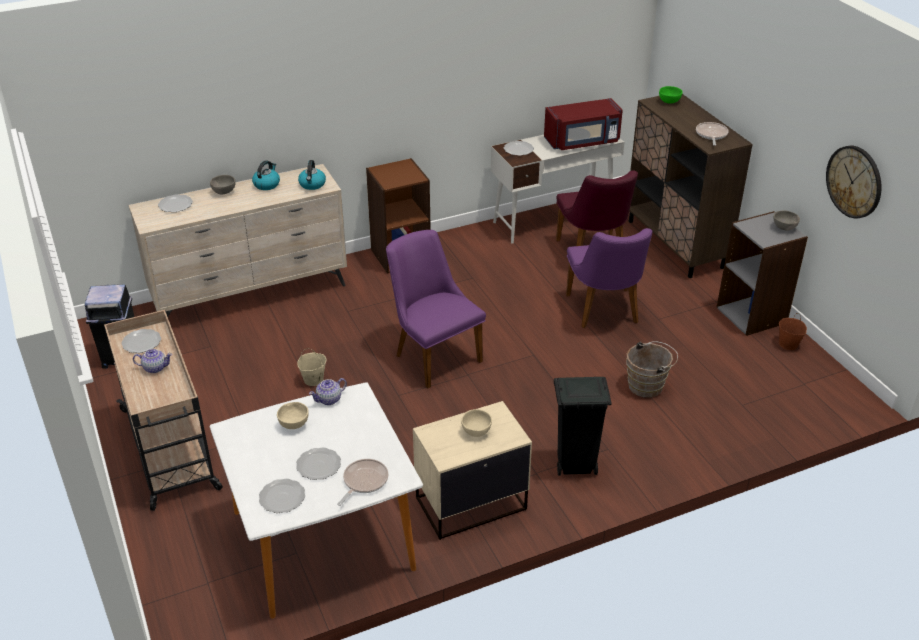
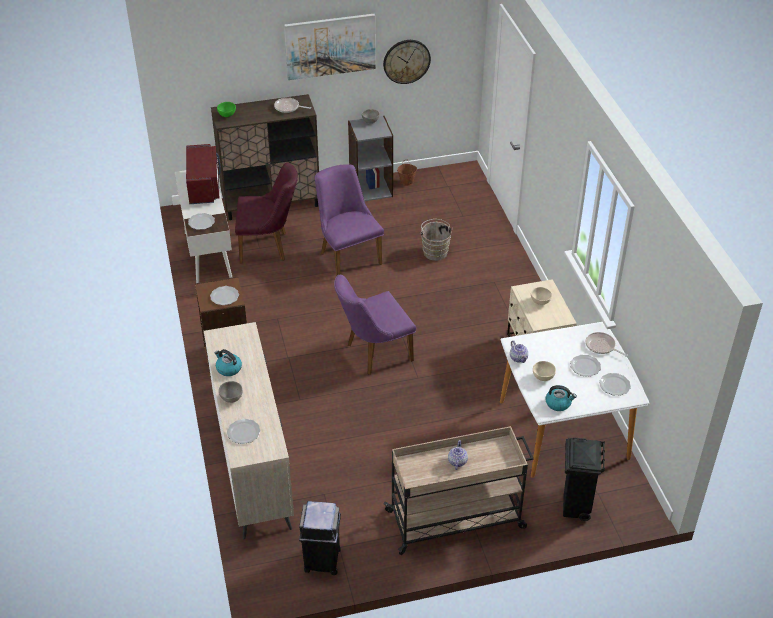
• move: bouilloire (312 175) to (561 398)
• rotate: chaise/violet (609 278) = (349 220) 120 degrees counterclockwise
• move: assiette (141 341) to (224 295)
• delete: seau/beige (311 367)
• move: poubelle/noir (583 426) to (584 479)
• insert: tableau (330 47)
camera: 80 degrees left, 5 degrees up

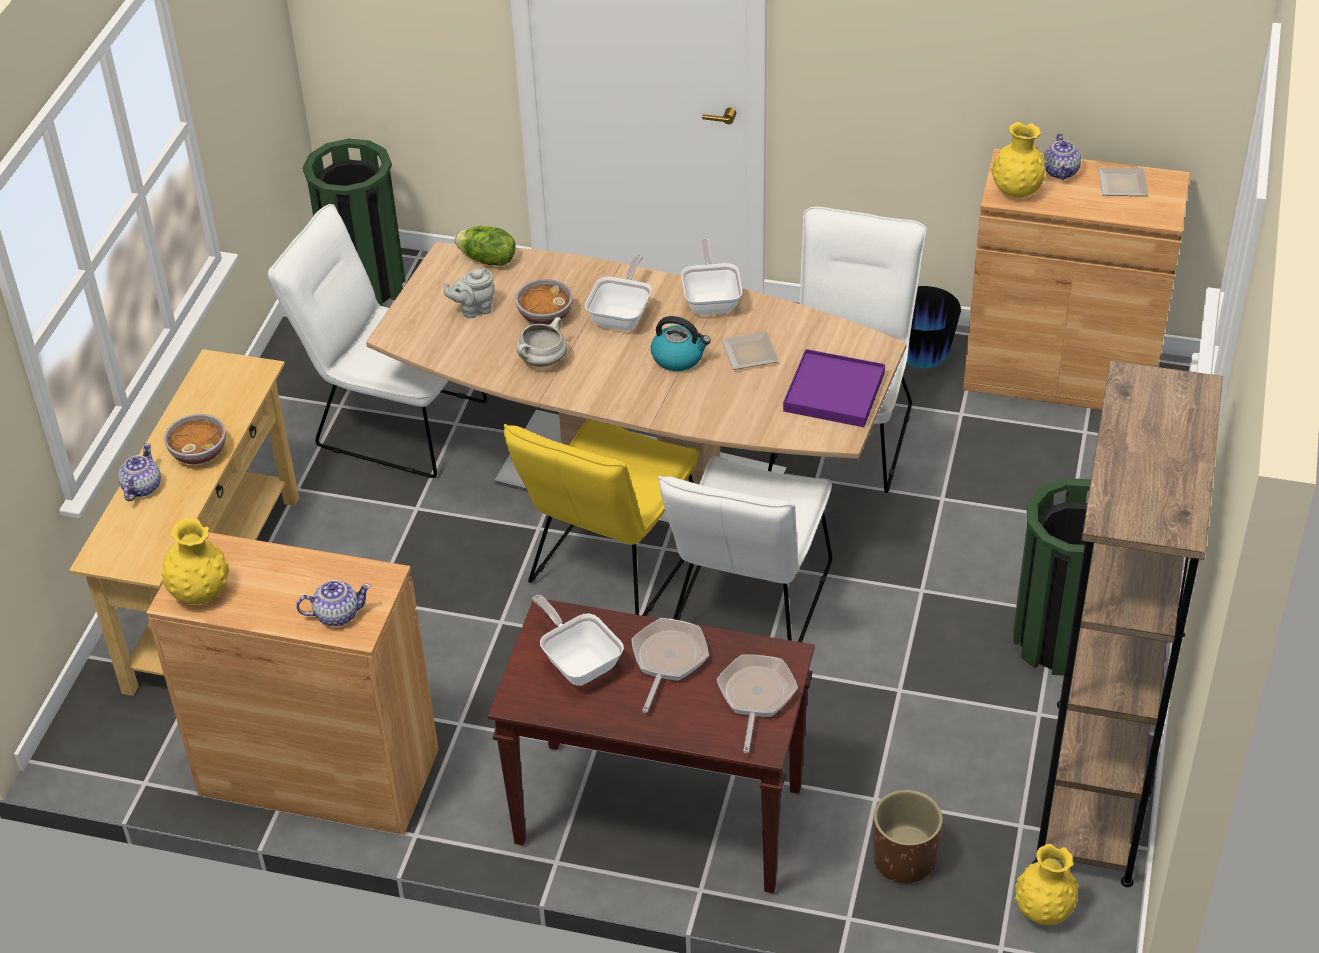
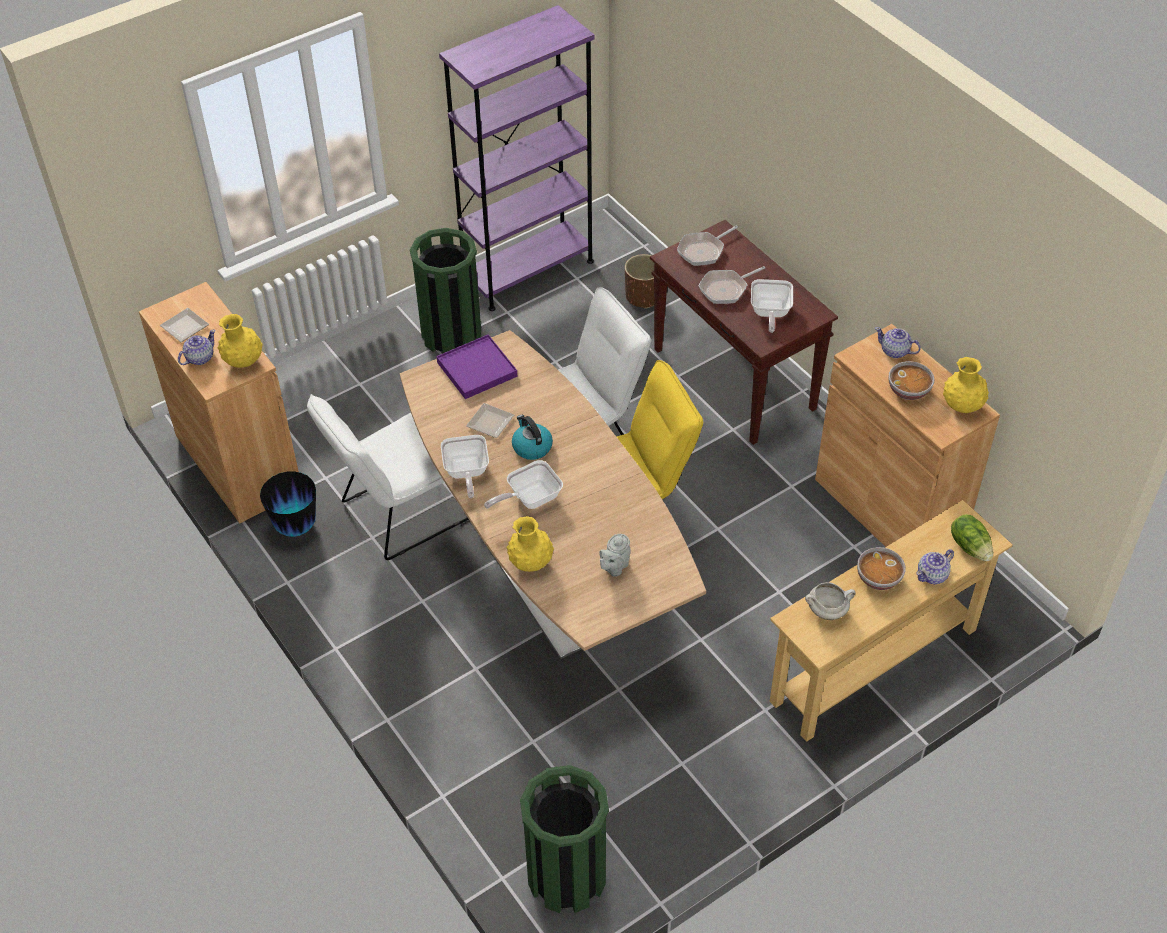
• delete: chaise/blanc (377 341)
• move: laitue (485 246) to (972 538)
• rotate: poêle (711 277) = (465 466) 45 degrees counterclockwise
• rotate: théière/gris (469 293) = (615 555) 105 degrees clockwise
• move: bol (544 302) to (911 380)
• move: marmite/blanc (541 342) to (830 601)
• recolor: bibliothèque/marron (1127 623) to bibliothèque/violet (517 158)
• move: vase/jaune (1047 884) to (530 544)
camera: 140 degrees left, 5 degrees up

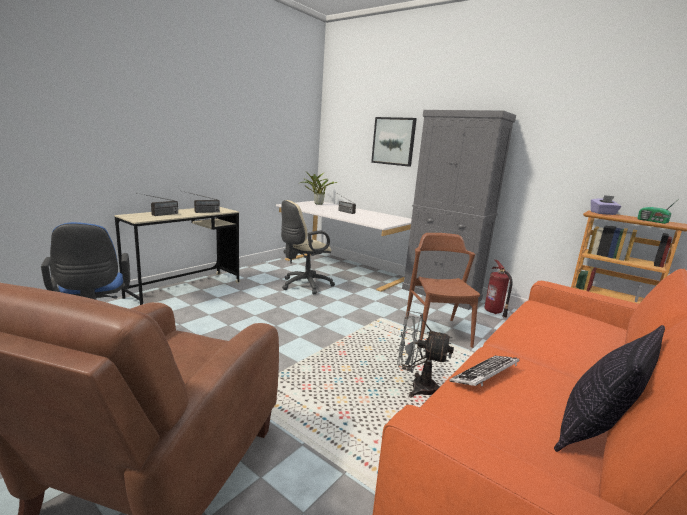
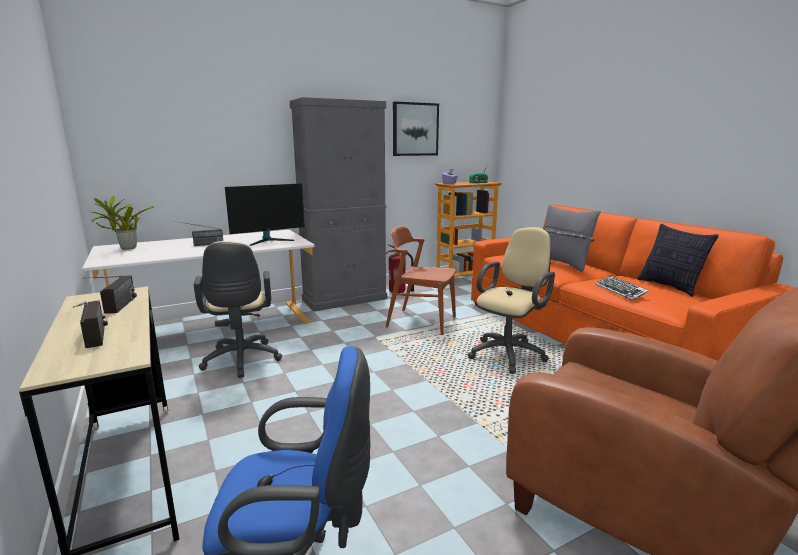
• move: tableau (394 142) to (416 128)
• replace: ventilateur/gris (425 354) to chaise de bureau/beige (511 300)
• insert: écran d'ordinateur (265 214)
• insert: coussin/gris (571 238)
camera: 65 degrees left, 0 degrees up

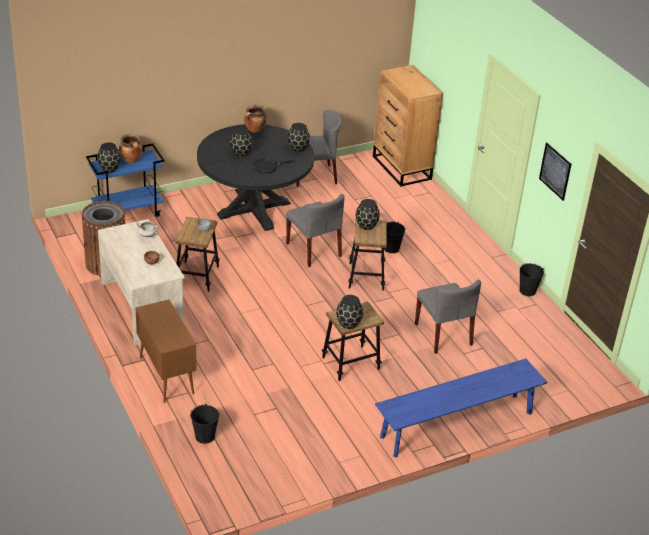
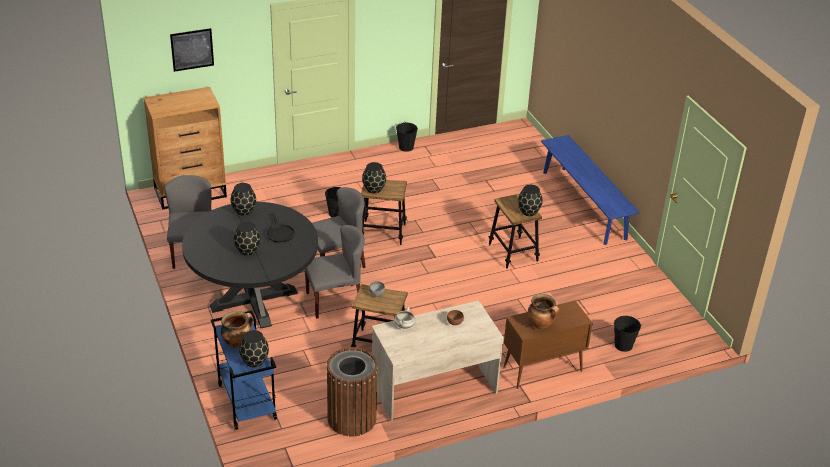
• move: marmite (255 119) to (543 311)
• move: tableau (555 171) to (192 50)
• move: chaise/gris (448 317) to (335 272)
camera: 85 degrees left, 0 degrees up

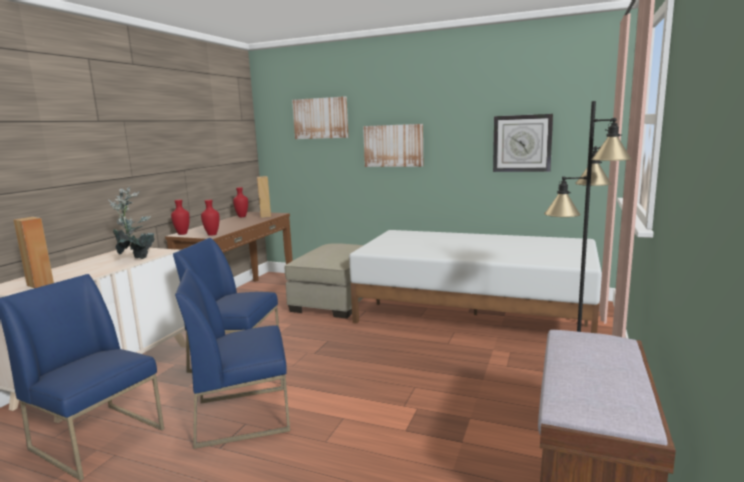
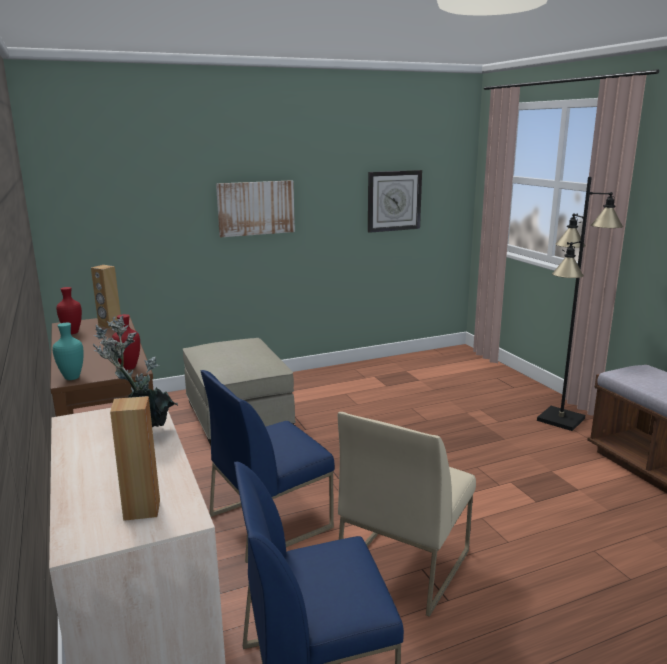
• delete: tableau (320 117)
• recolor: vase/rouge (180 217) to vase/turquoise (68 351)
• delete: lit/blanc (475 281)
• recolor: chaise/bleu (232 359) to chaise/beige (407 514)
camera: 45 degrees left, 5 degrees up

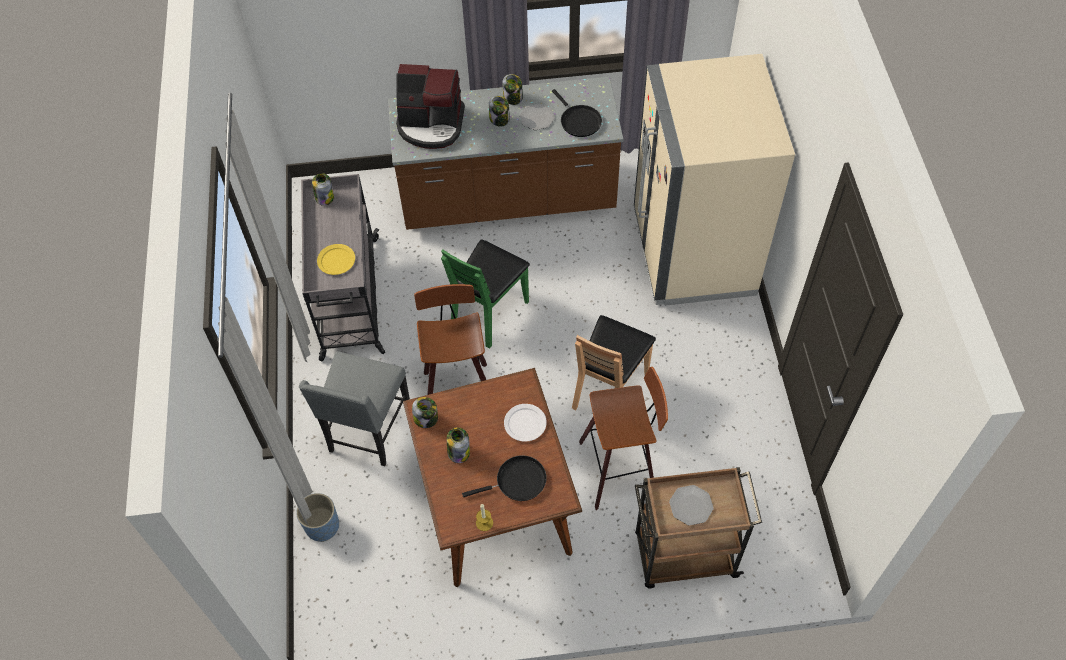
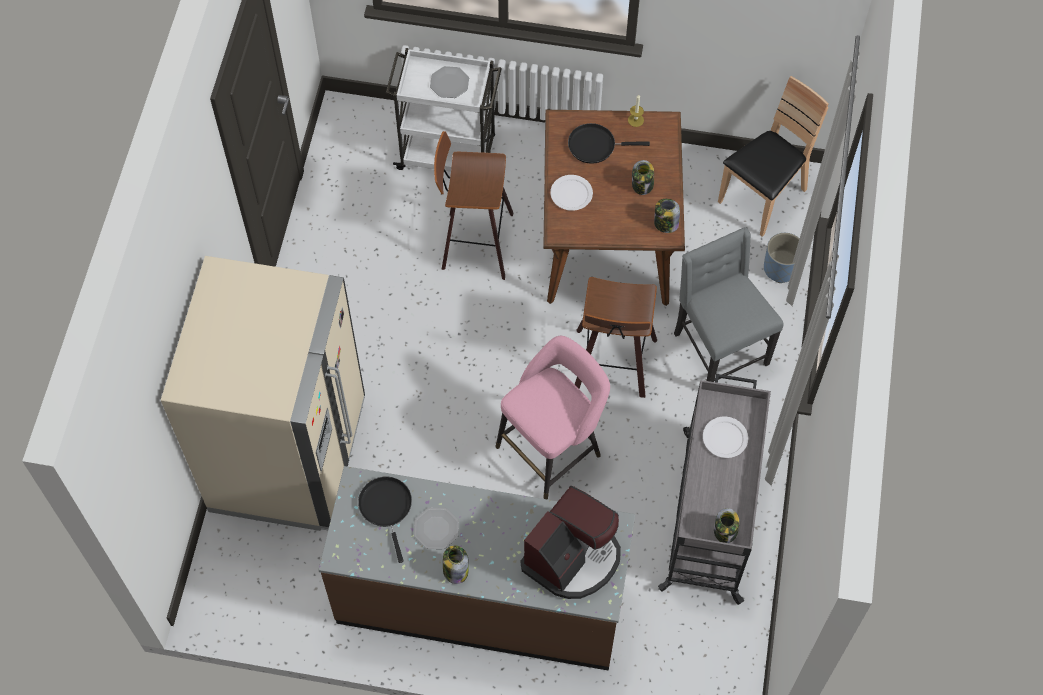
• rotate: machine à café (430 106) = (570 542) 105 degrees clockwise
• delete: bocal (499 111)
• replace: chaise/vert (485 293) to tabouret/rose (552 417)
• recolor: assiette/jaune (336 259) to assiette/blanc (725 437)
• move: chaise/marron (614 363) to (773 156)
• rotate: chaise/gris (354 408) = (729 304) 60 degrees counterclockwise
• recolor: chariot/marron (698 527) to chariot/blanc (444 110)
camera: 165 degrees left, 5 degrees up

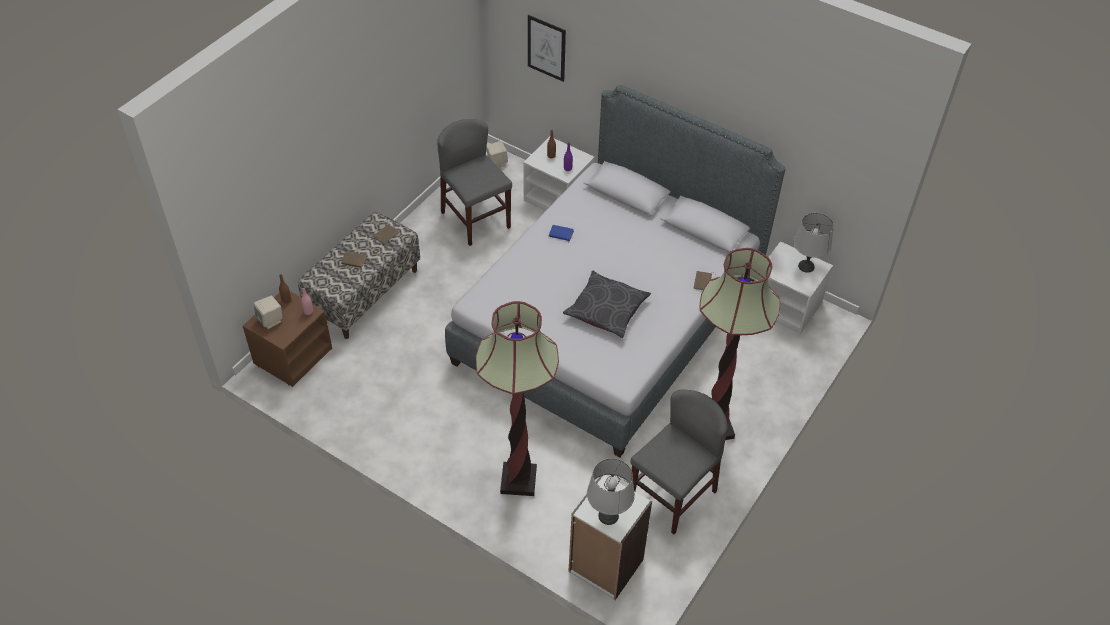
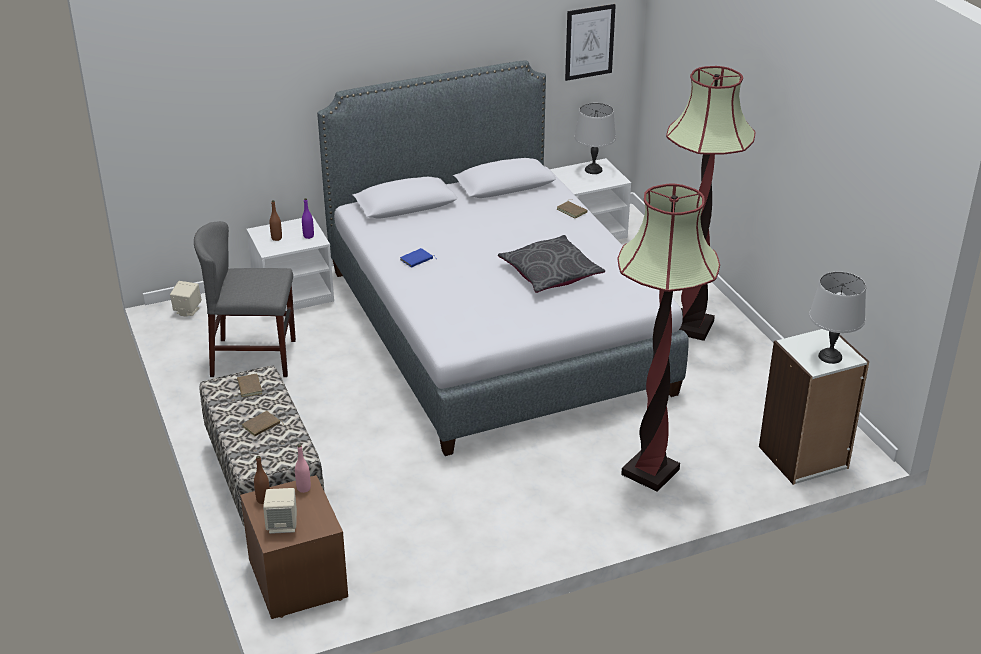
• move: tableau (547 48) to (590 42)
• delete: chaise/gris (679 462)
camera: 55 degrees left, 15 degrees down

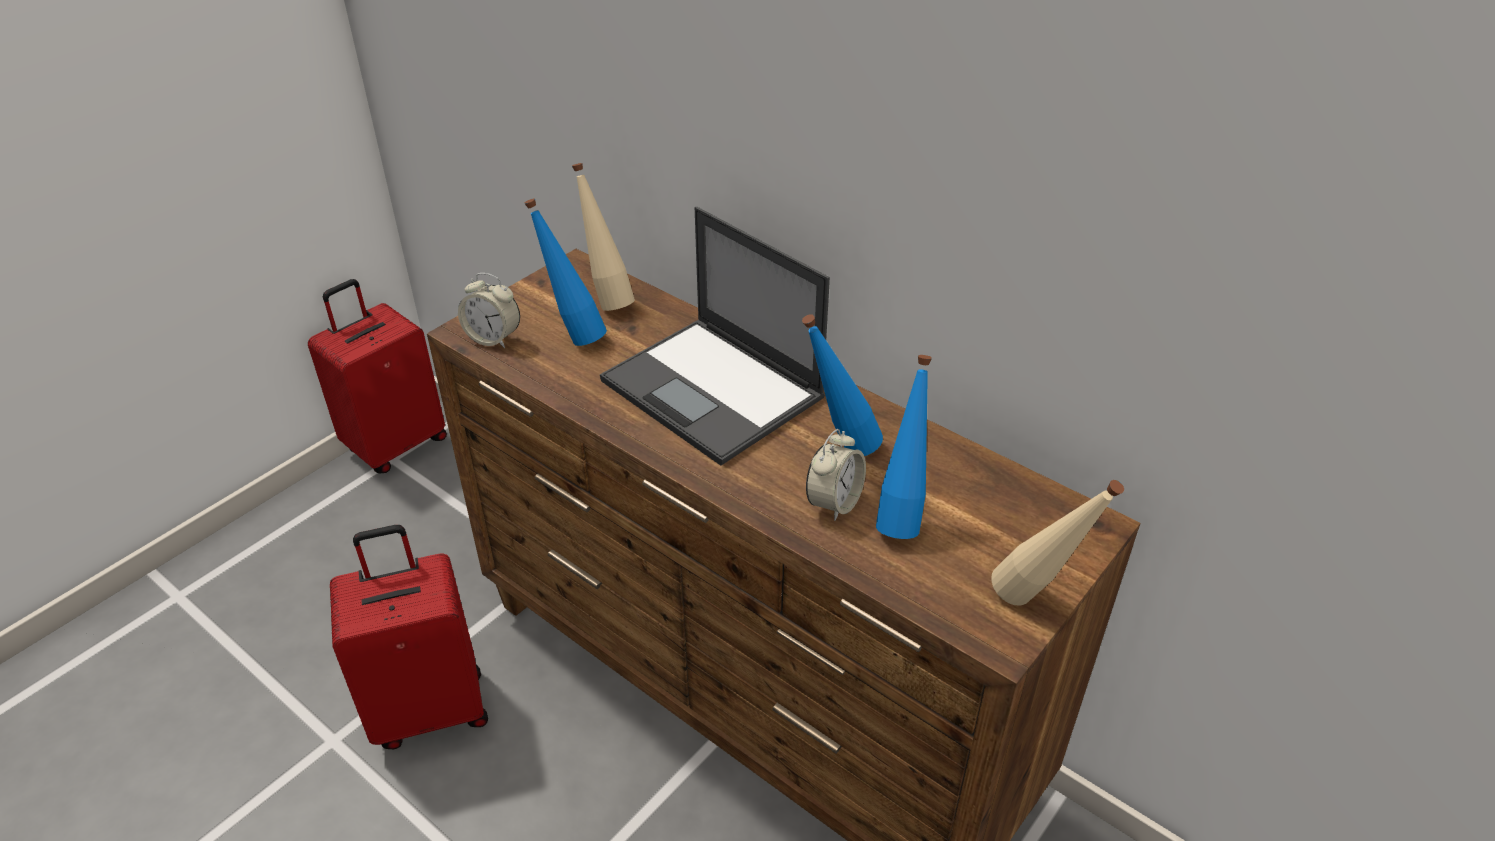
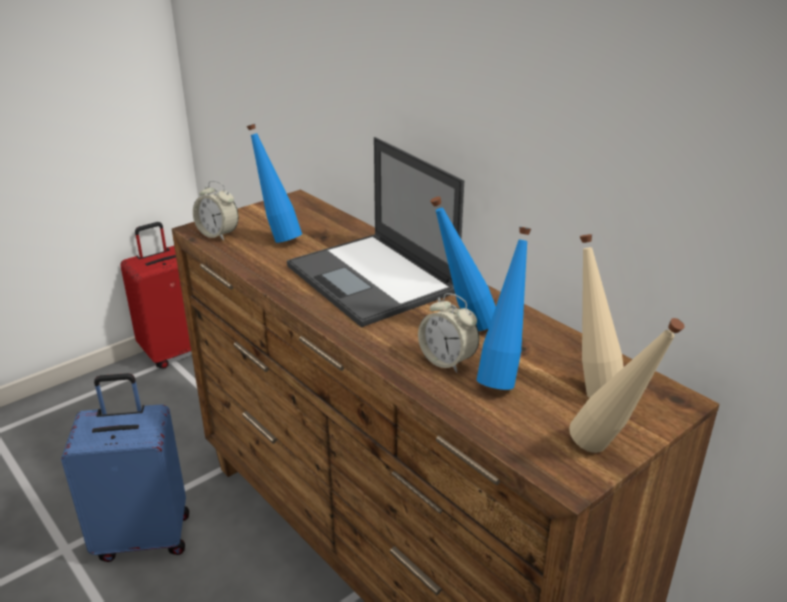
• move: bouteille/beige (603 237) to (602 316)
• rotate: réveil (836 475) = (448 333) 90 degrees clockwise
• recolor: valise/rouge (409 637) to valise/bleu (125 467)
camera: 10 degrees right, 10 degrees down

